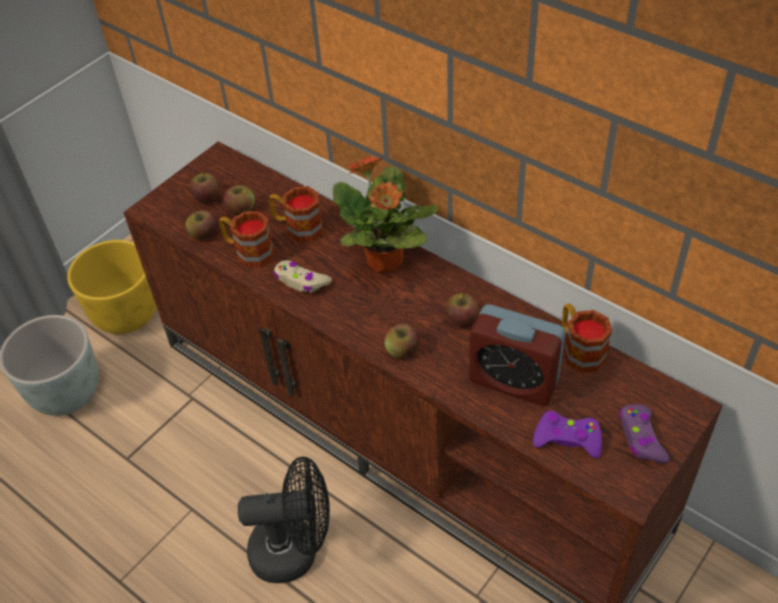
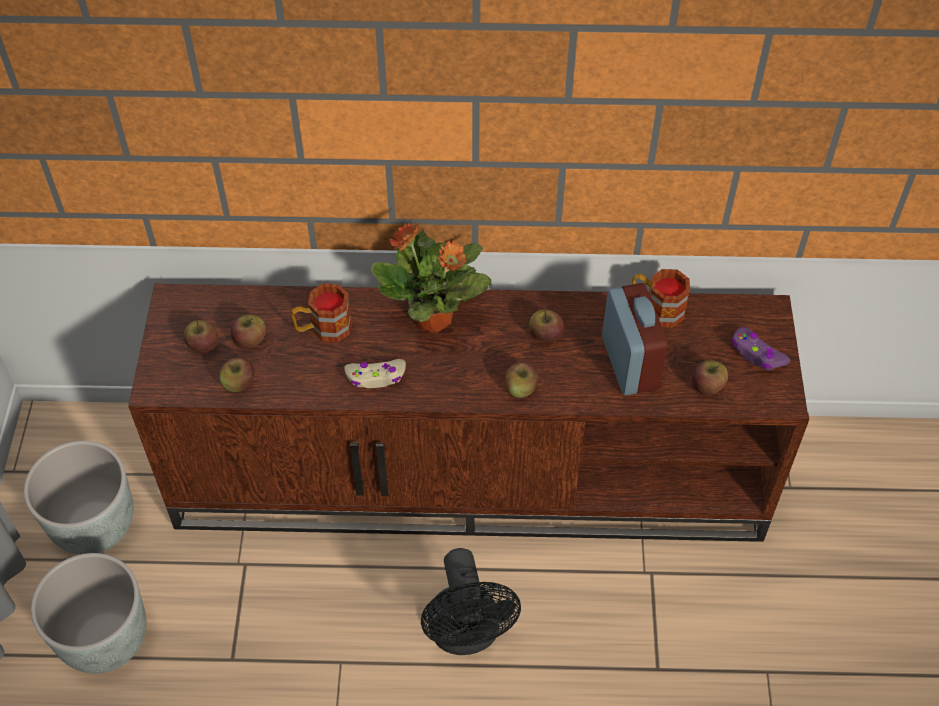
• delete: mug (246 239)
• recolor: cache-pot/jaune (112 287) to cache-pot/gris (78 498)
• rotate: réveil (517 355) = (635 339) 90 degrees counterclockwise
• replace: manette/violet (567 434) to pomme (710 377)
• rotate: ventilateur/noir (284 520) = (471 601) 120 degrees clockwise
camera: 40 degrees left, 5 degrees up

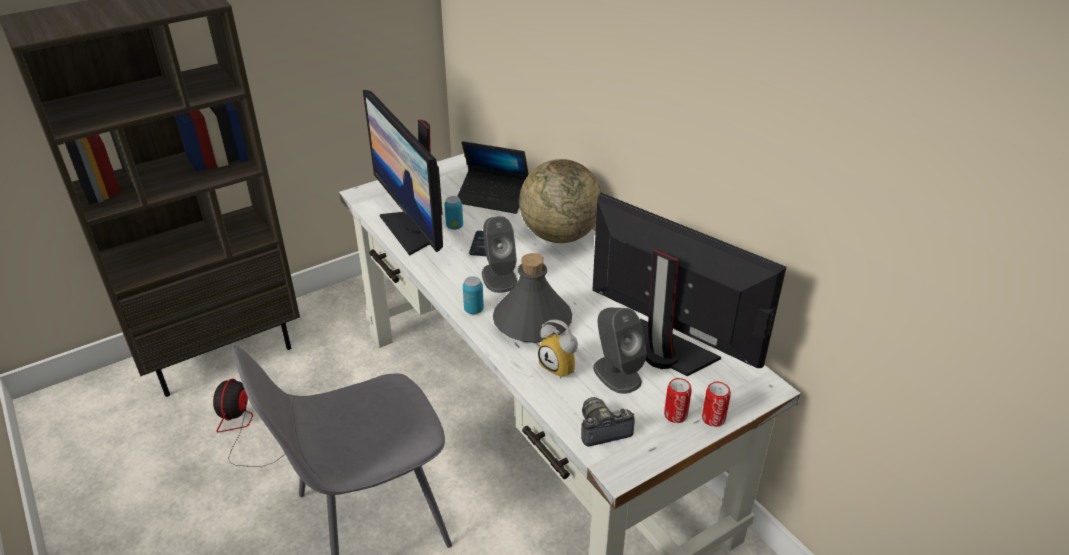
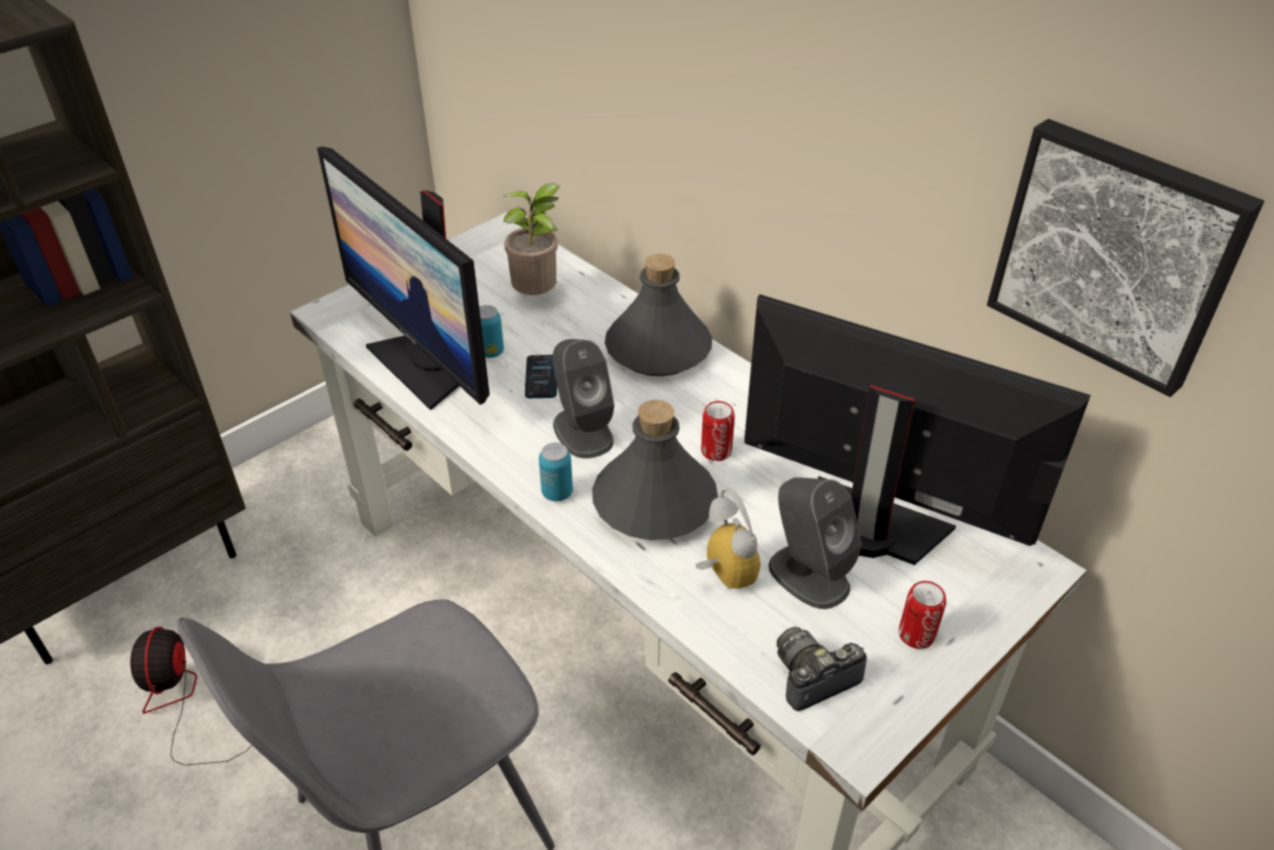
• replace: ordinateur portable (493 177) to plante en pot (531 239)
• replace: globe (560 201) to bouteille/gris (658 314)
• rotate: réveil (558 349) = (728 539) 150 degrees counterclockwise
• move: boîte métallique (716 404) to (718 431)
• insert: tableau (1125 258)
camera: 10 degrees left, 5 degrees up

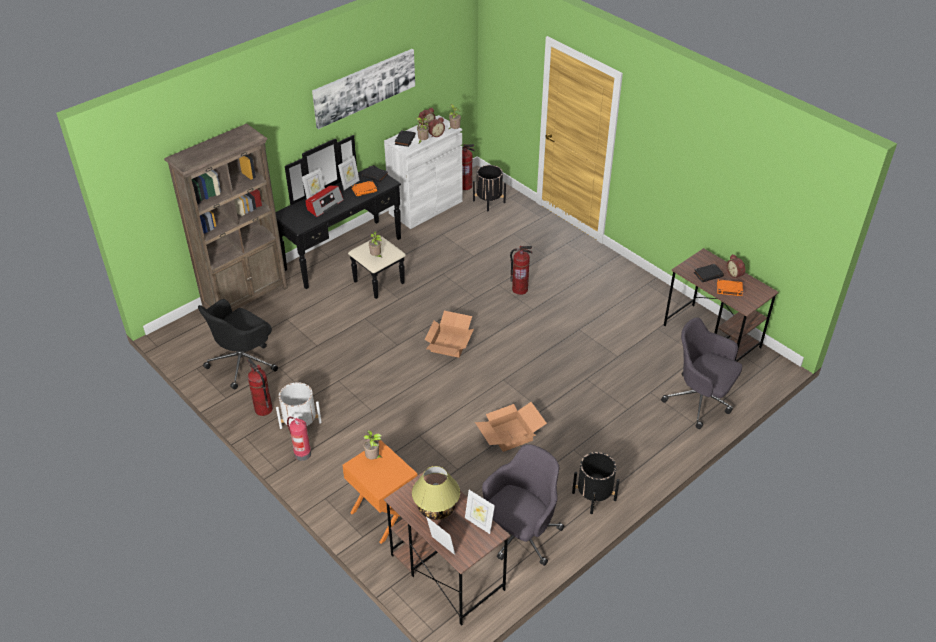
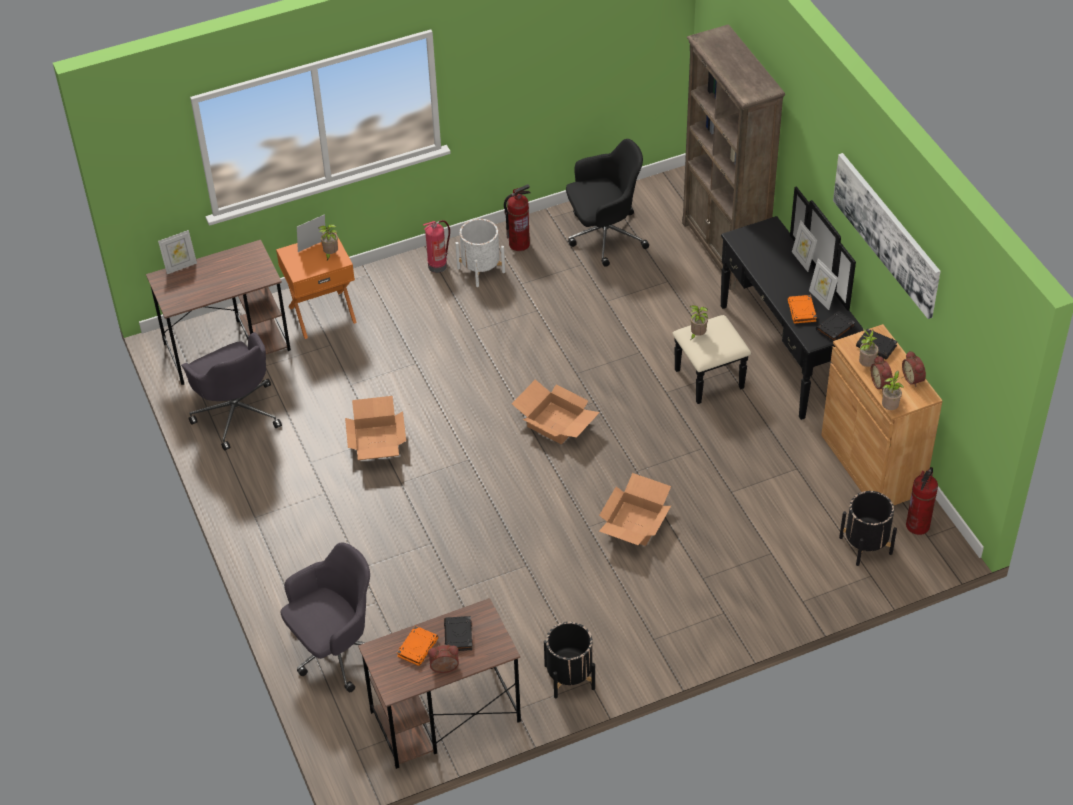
• recolor: meuble de rangement/blanc (423 172) to meuble de rangement/marron (882 414)
• delete: radio (324 201)
• replace: extincteur (521 270) to carton (635 509)
• rotate: chaise de bureau/noir (238 344) = (607 203) 105 degrees clockwise
• move: cache-pot/noir (596 483) to (569 660)
• delete: lampe de table (436 493)
• move: cadre photo (480 512) to (311 233)
camera: 110 degrees right, 5 degrees up

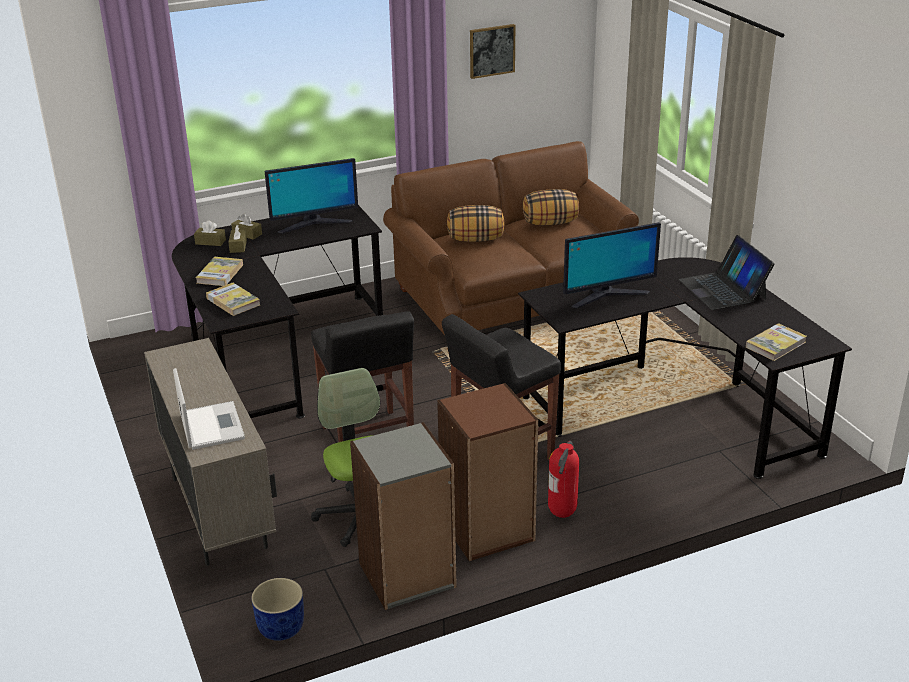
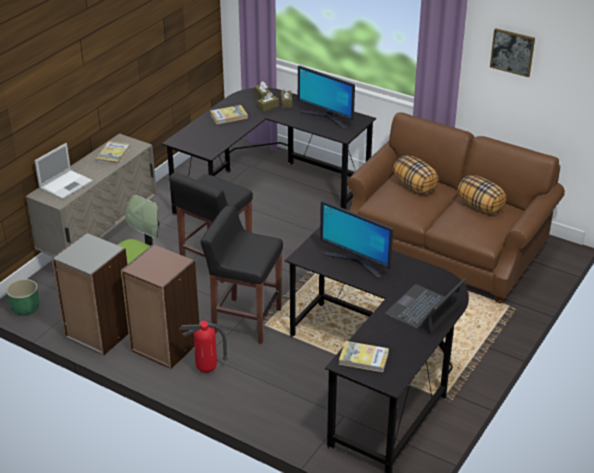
• move: livre (233 299) to (113 153)
• recolor: cache-pot/bleu (277 609) to cache-pot/vert (22 297)
camera: 55 degrees right, 5 degrees up

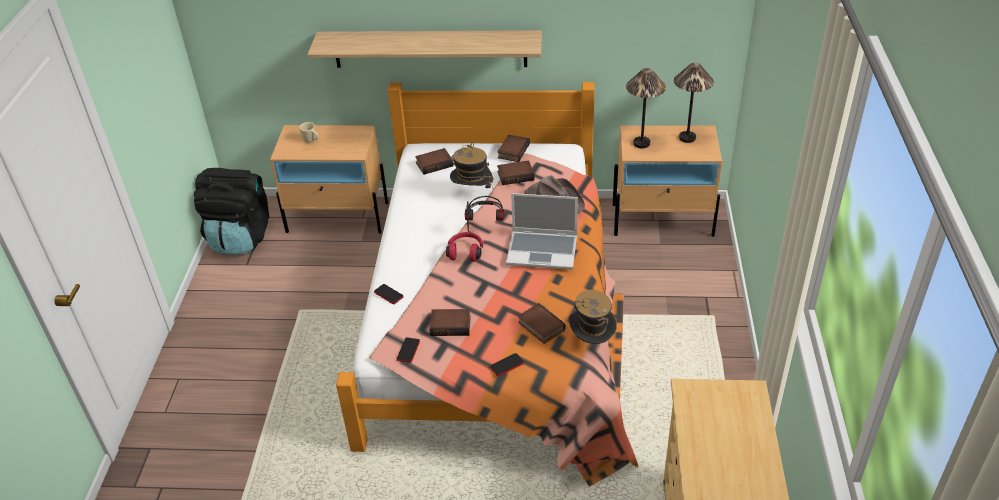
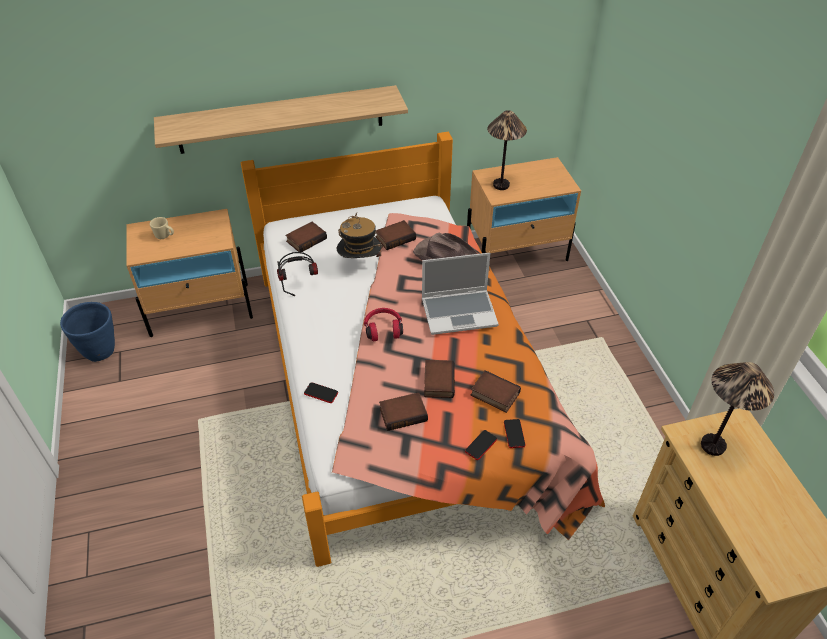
• move: lampe de table (694 103) to (737 409)
• move: livre (513 148) to (439 379)
• replace: sac à dos/noir (231 211) to cache-pot/bleu (87 332)
• move: casque audio (484 214) to (297 274)
• delete: chapeau (593 317)
• move: téléphone (408 350) to (514 433)
camera: 20 degrees left, 5 degrees up

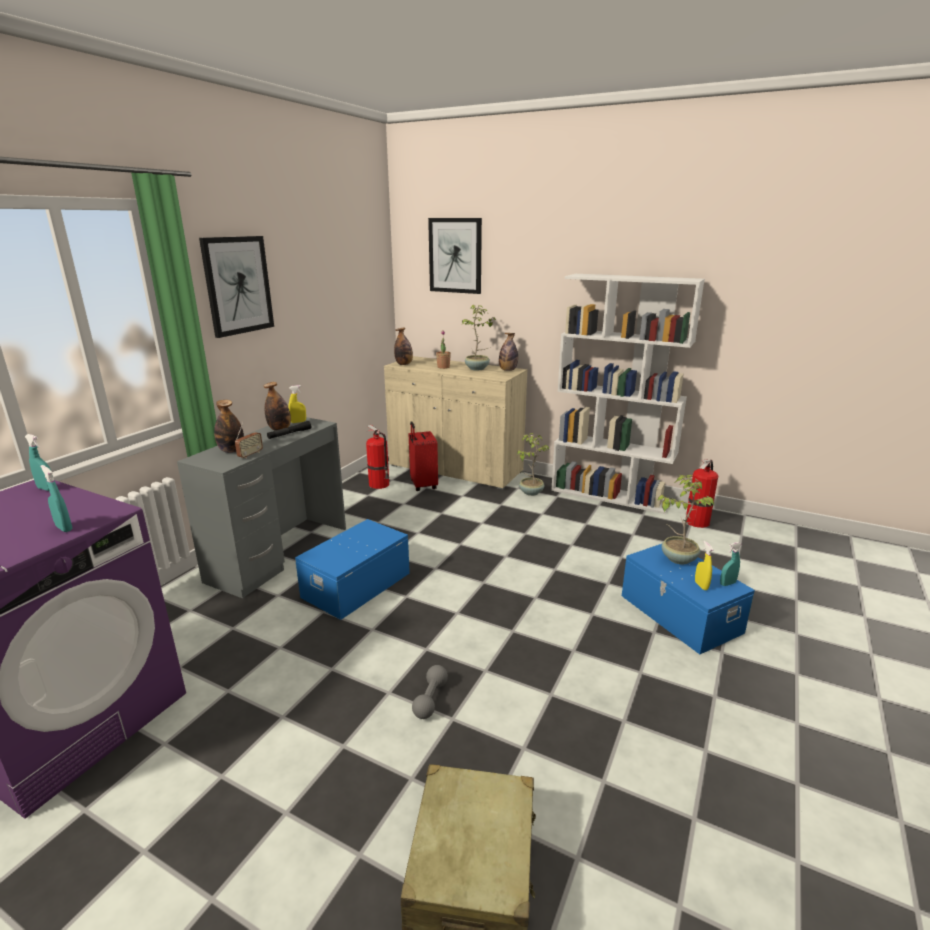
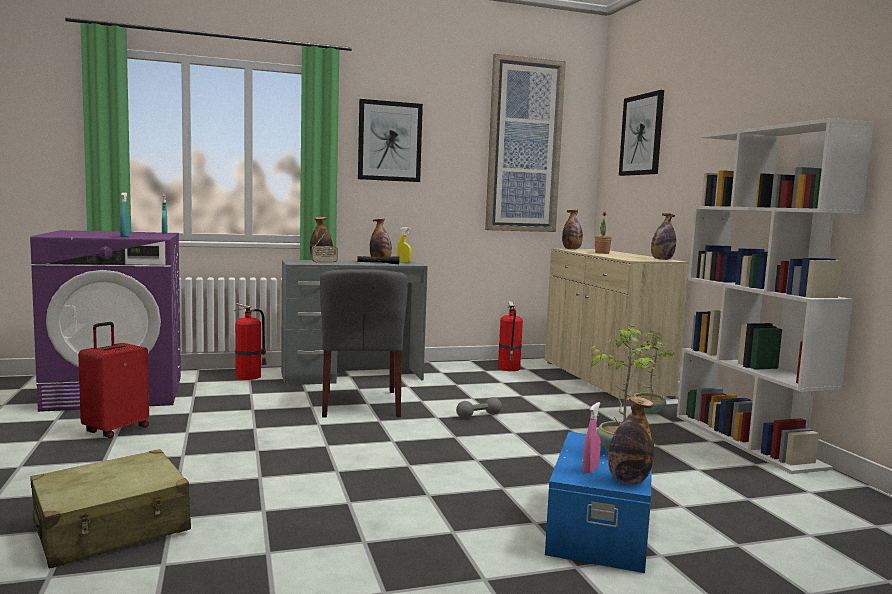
• delete: plante en pot (478 337)
• move: valise/rouge (423 456) to (113 380)
• move: extincteur (702 494) to (250 341)
• replace: boîte de rangement/bleu (352 569) to chaise/gris (364 343)
• recolor: vaporisateur/jaune (704 565) to vaporisateur/rose (592 437)
• replace: vaporisateur/turquoise (730 564) to bouteille (631 440)
• move: haltère/gris (430 692) to (479 407)
• insert: tableau (525 142)
camera: 45 degrees right, 15 degrees down

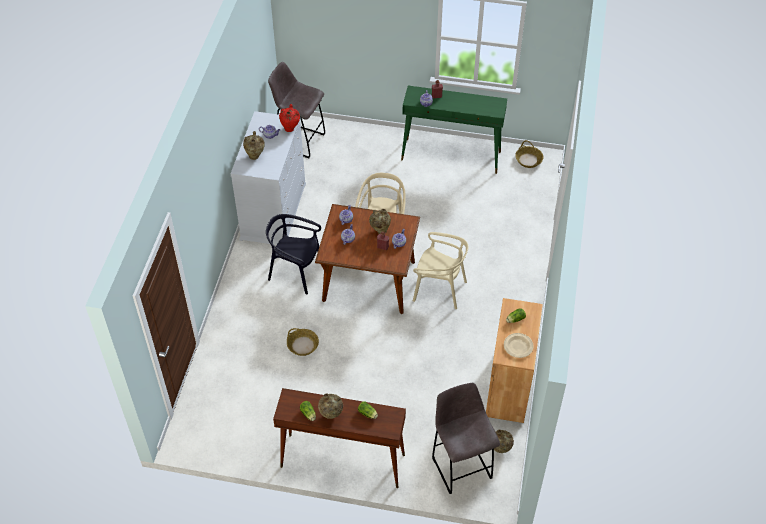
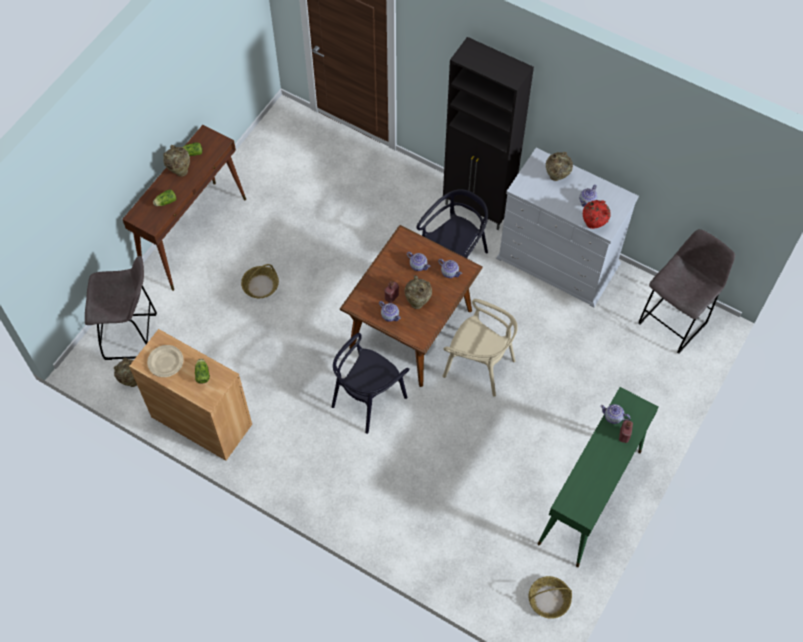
• recolor: chaise/beige (440 270) to chaise/noir (370 383)
• move: panier (303 342) to (260 281)
• insert: meuble de rangement/noir (488 133)
camera: 110 degrees right, 10 degrees up

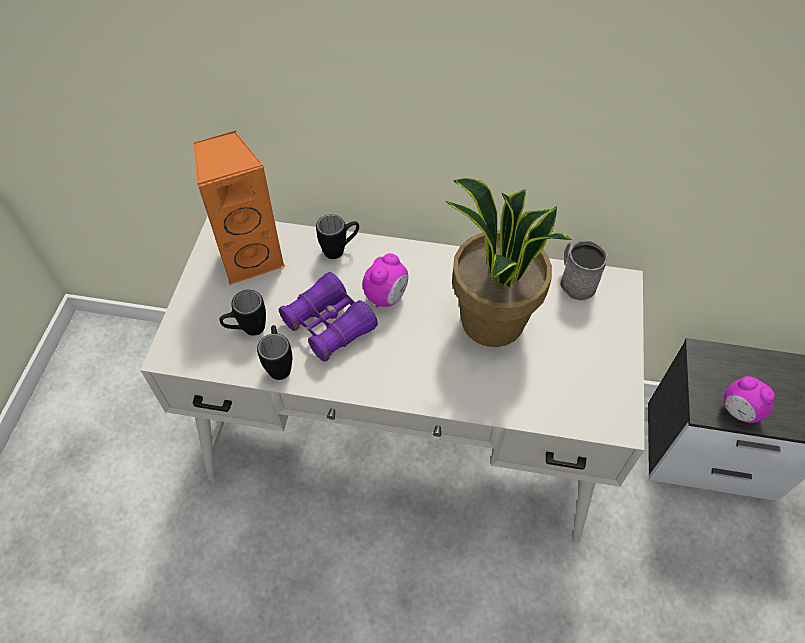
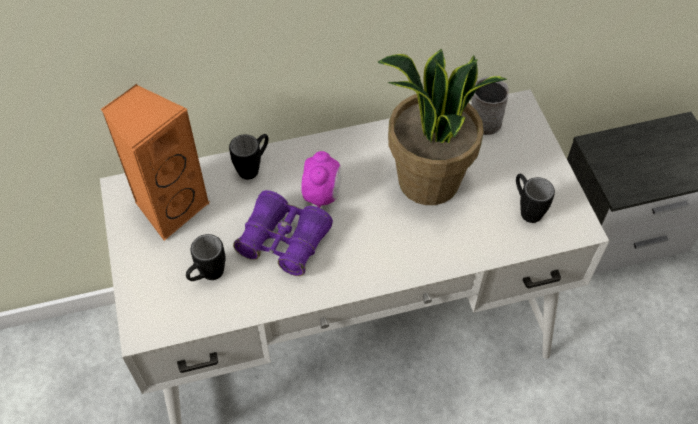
• move: mug/noir (274 352) to (535 198)
• delete: réveil (749 399)
camera: 25 degrees left, 0 degrees up

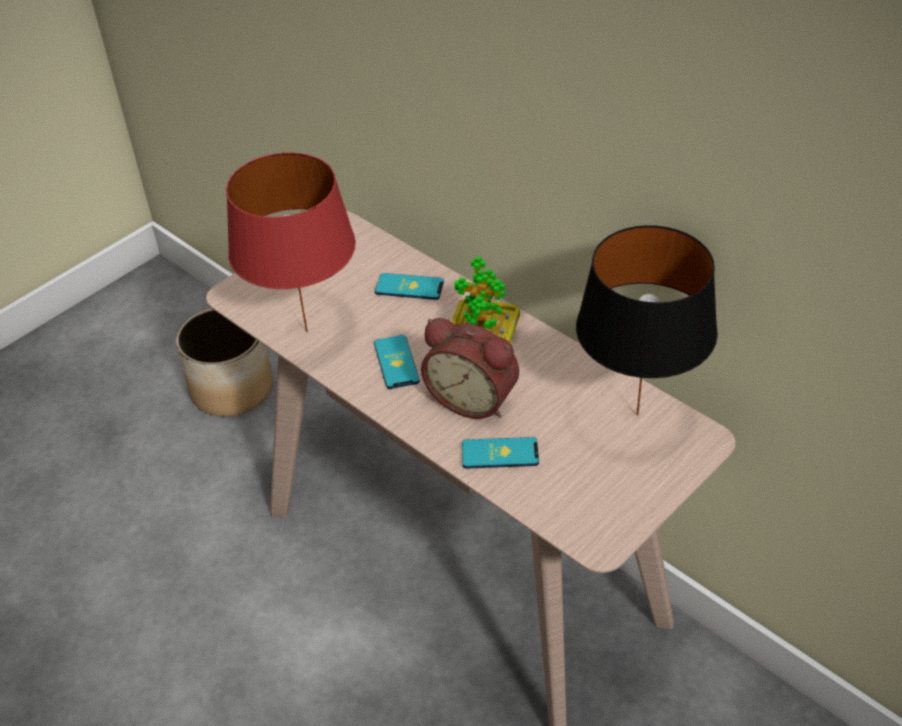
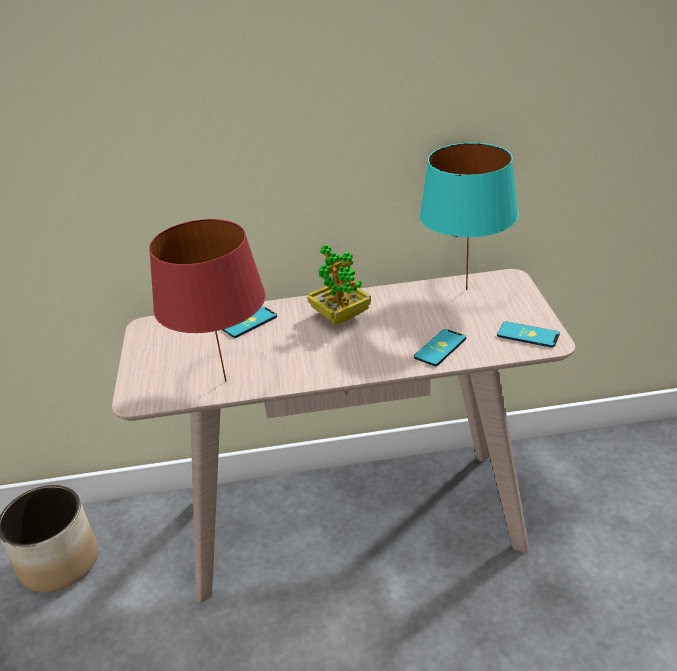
• recolor: lampe de table/noir (647 320) to lampe de table/turquoise (469 216)
• delete: réveil (470 368)
• move: téléphone (397 362) to (528 334)
camera: 50 degrees left, 10 degrees down

